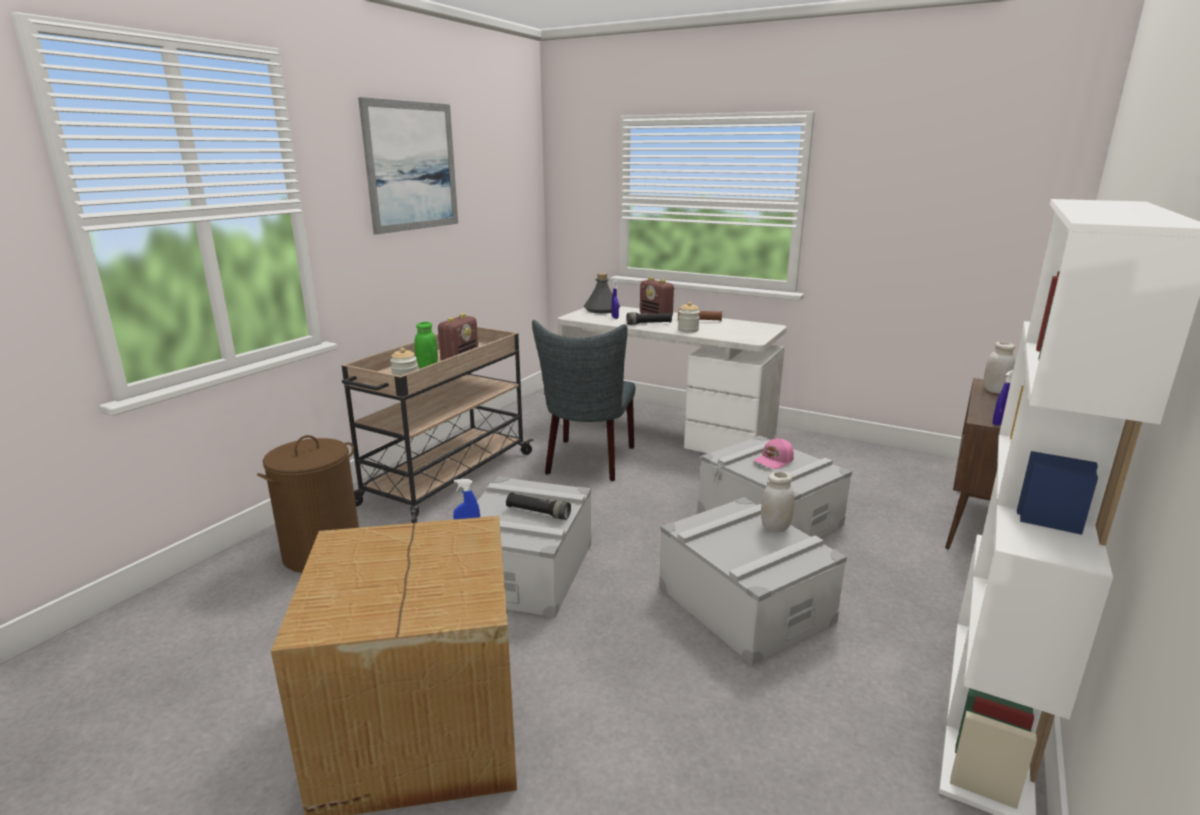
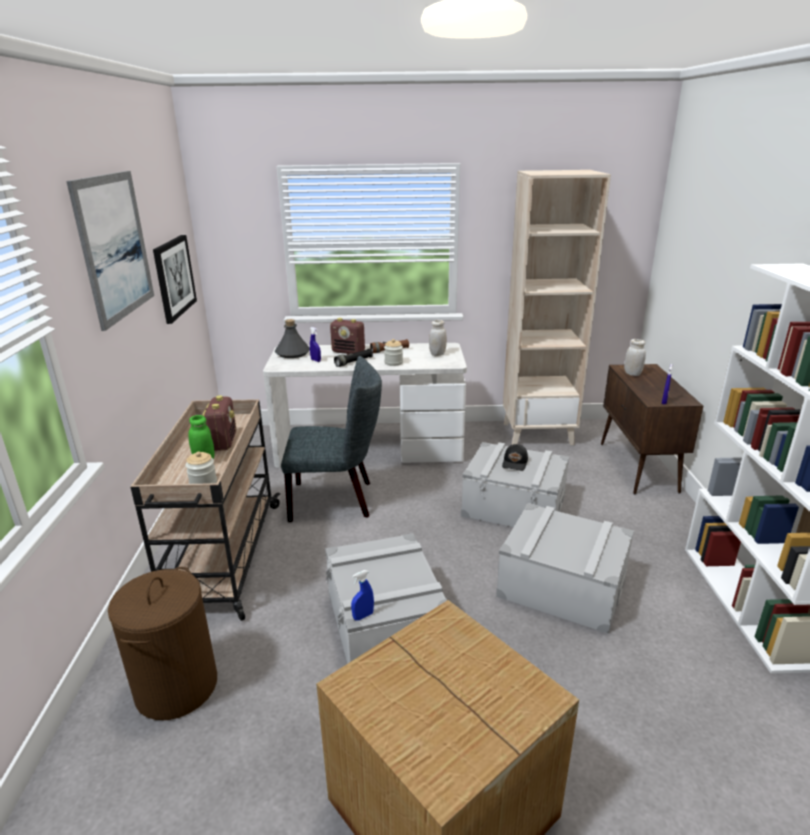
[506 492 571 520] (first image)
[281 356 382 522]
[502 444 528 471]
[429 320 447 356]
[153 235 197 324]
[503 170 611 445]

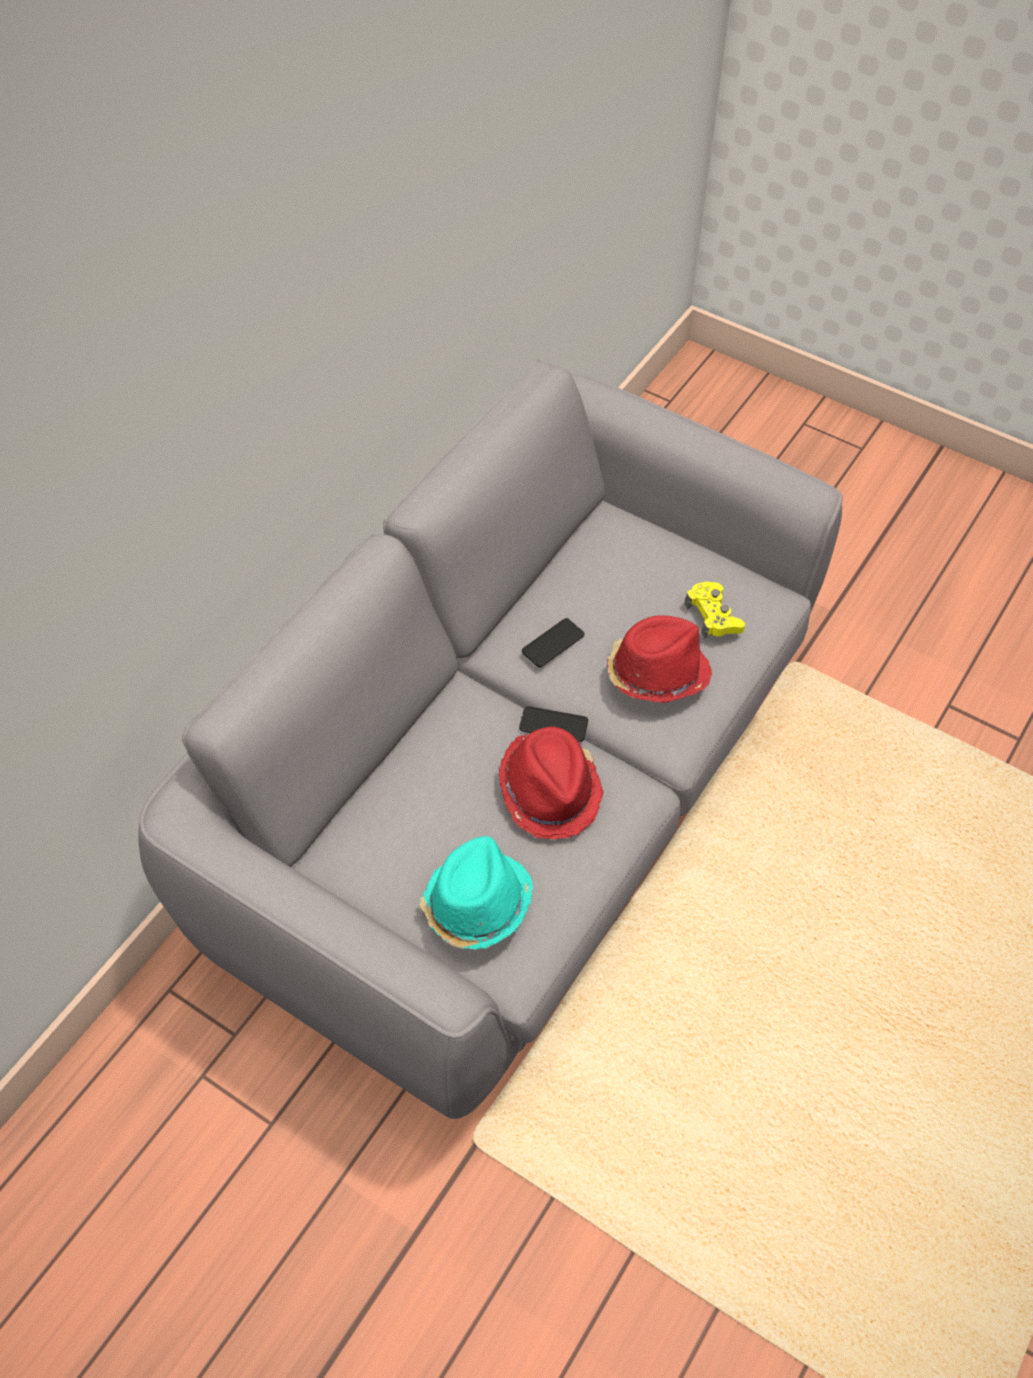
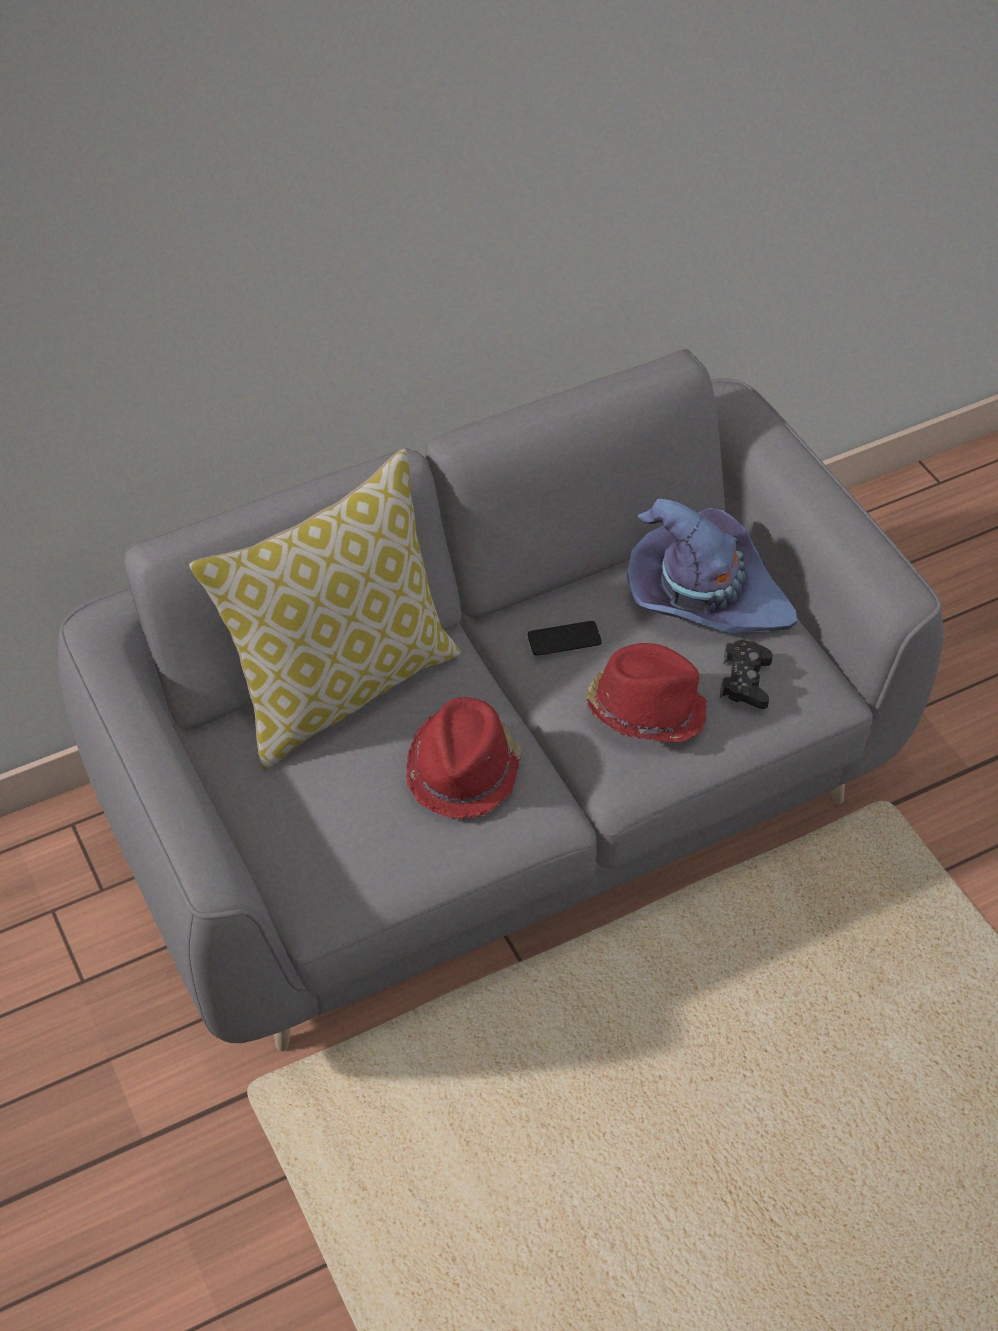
[419 836 533 950] (first image)
[519 706 588 742] (first image)
[720 640 773 709]
[189 448 461 770]
[627 499 797 634]

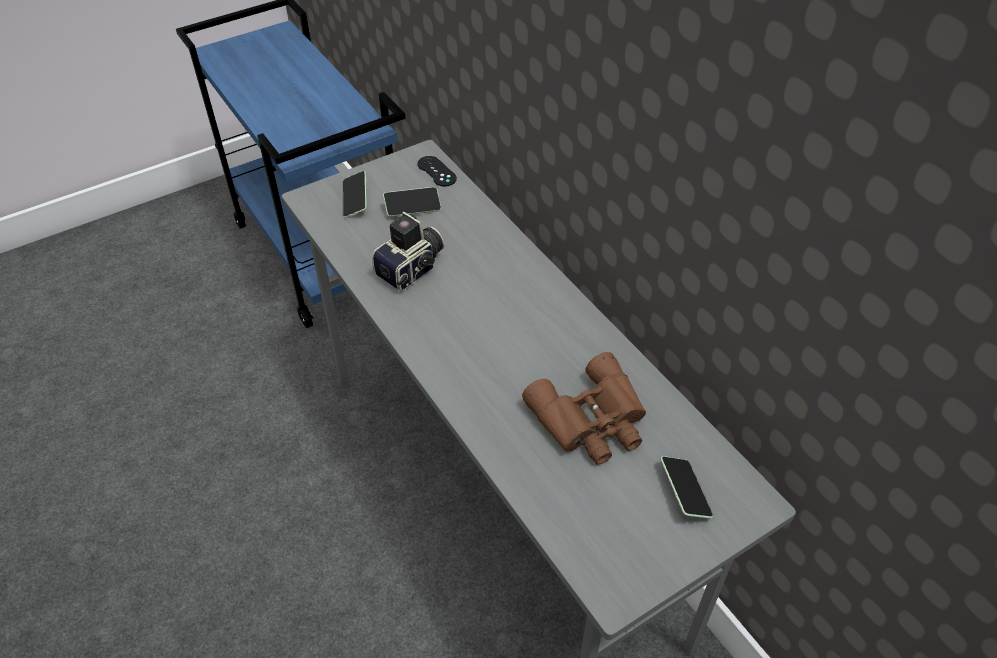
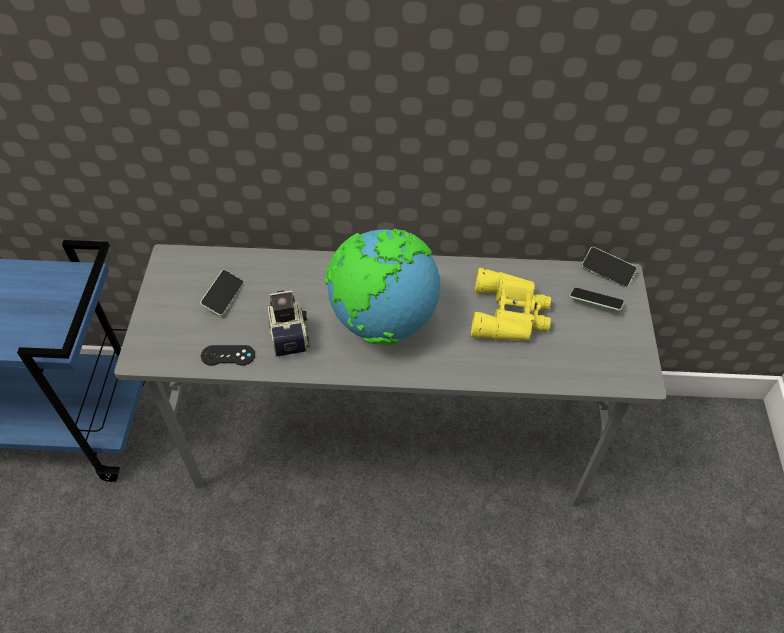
[582 247 637 288]
[201 345 255 366]
[471 268 551 340]
[325 229 440 345]

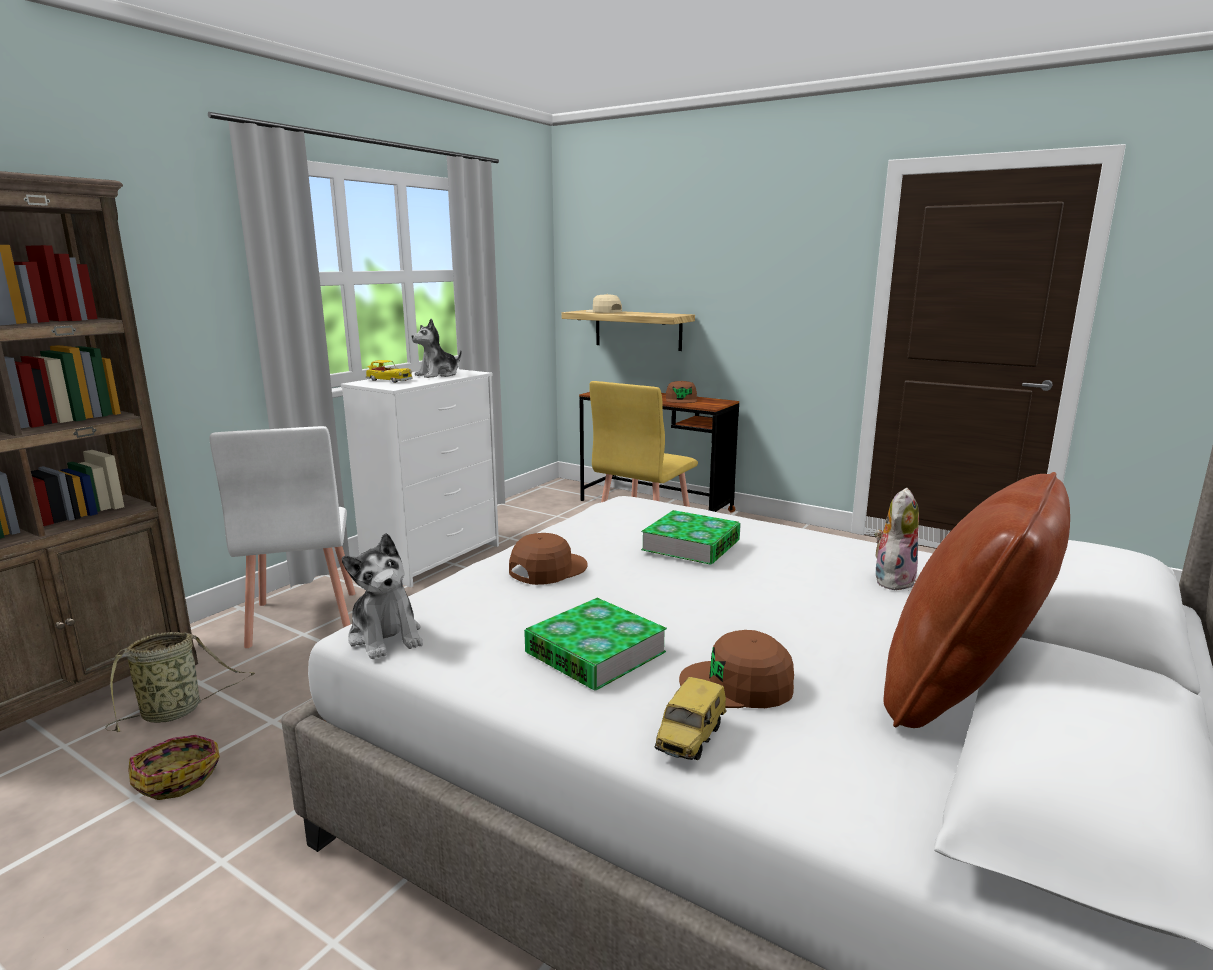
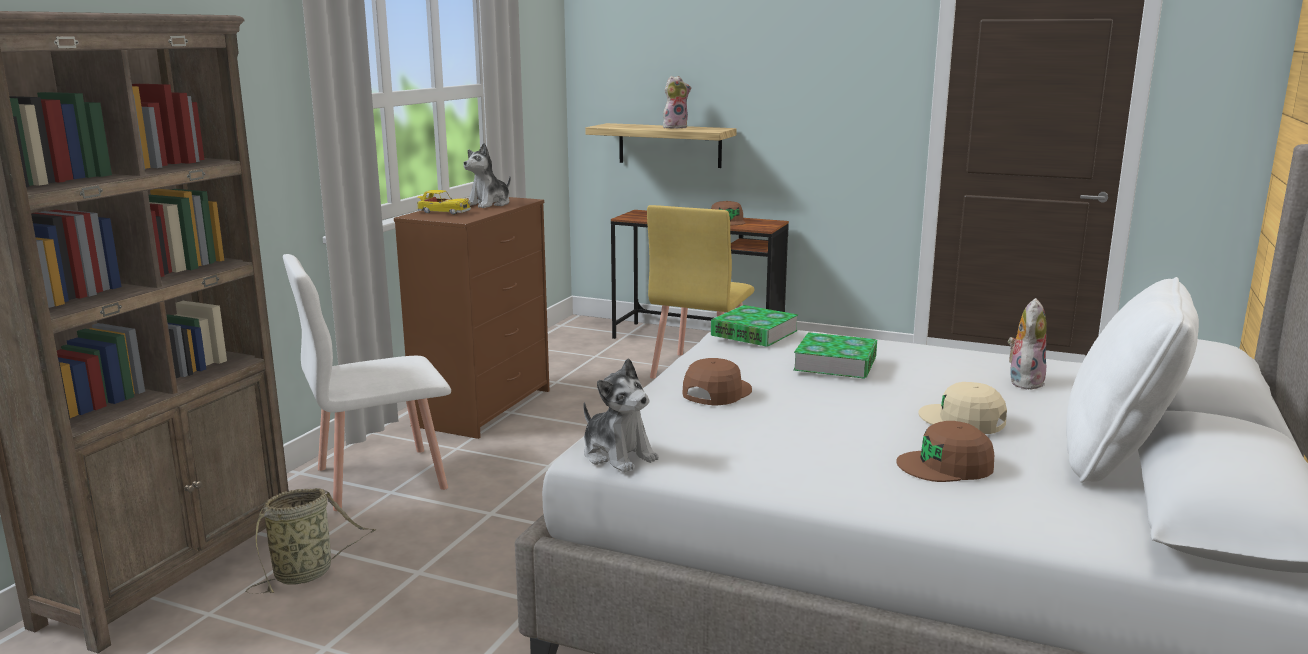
[128 735 220 800] (first image)
[283 254 451 511]
[394 197 550 439]
[711 305 798 347]
[918 382 1007 434]
[654 677 727 760] (first image)
[1066 277 1199 483]
[663 76 691 129]

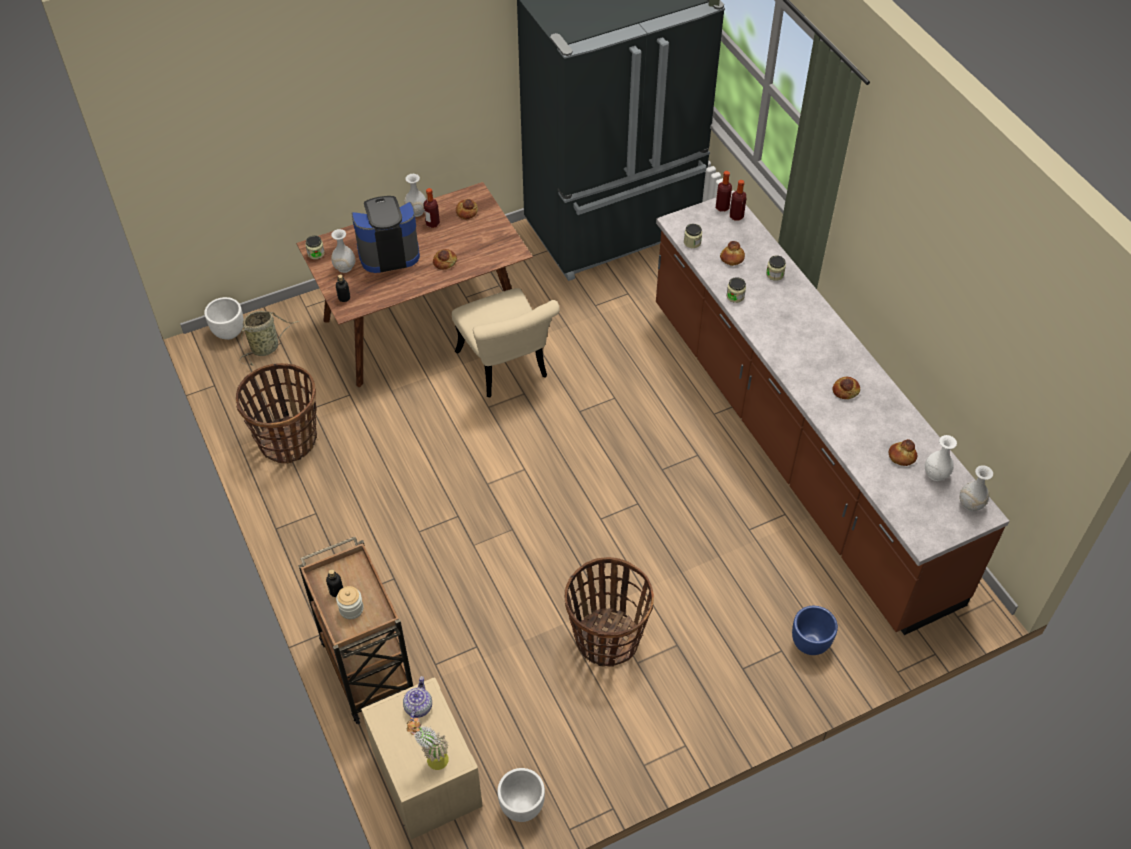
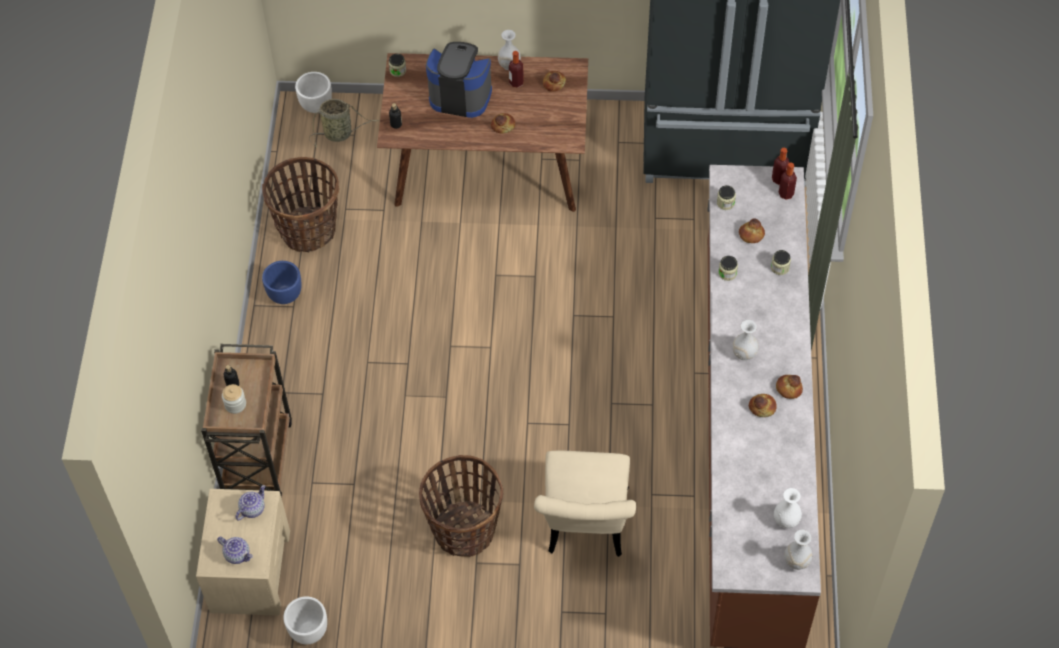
[732 320 759 361]
[217 537 253 564]
[534 450 636 557]
[262 261 301 304]
[776 375 803 399]

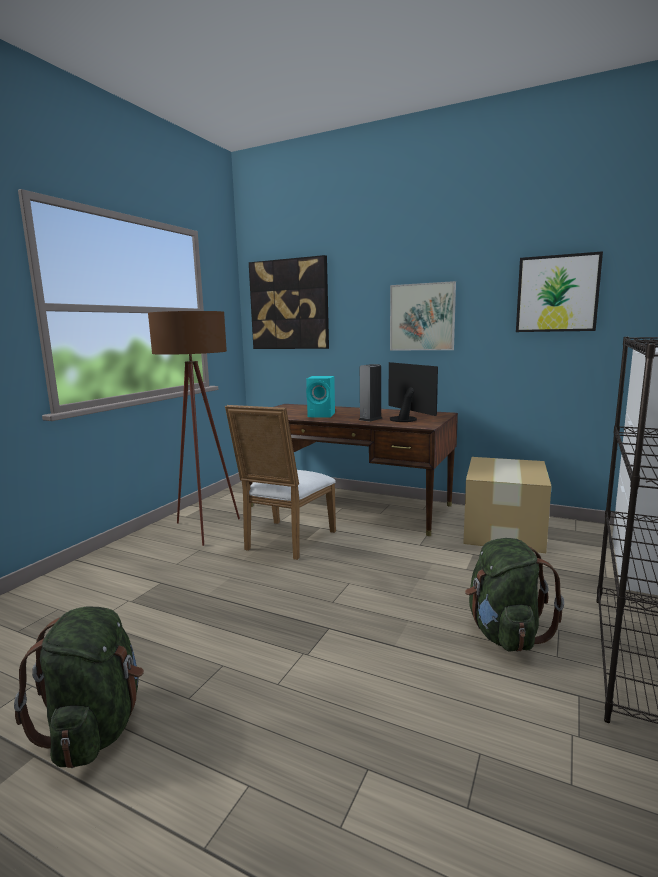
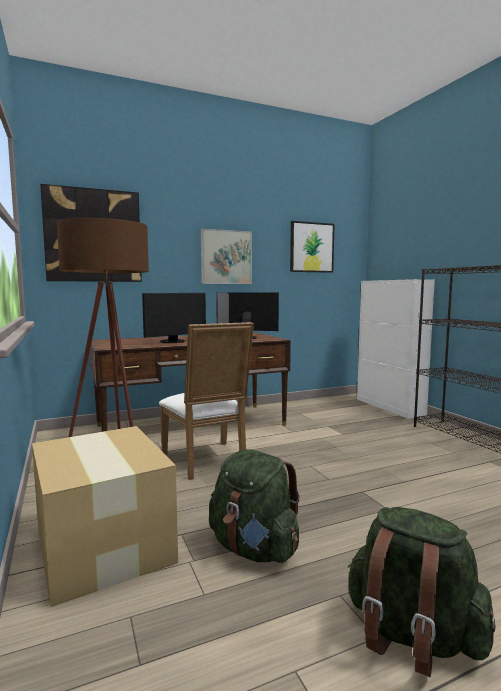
[142 293 206 343]
[32 426 178 607]
[209 449 300 563]

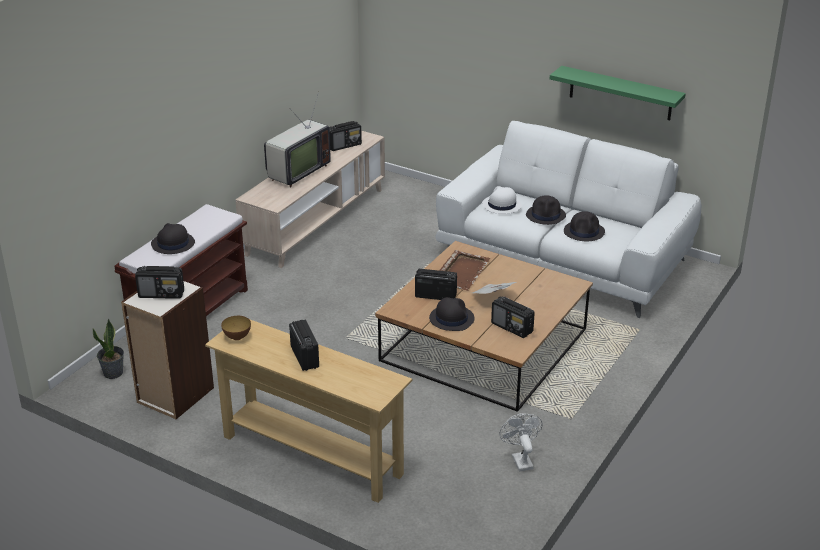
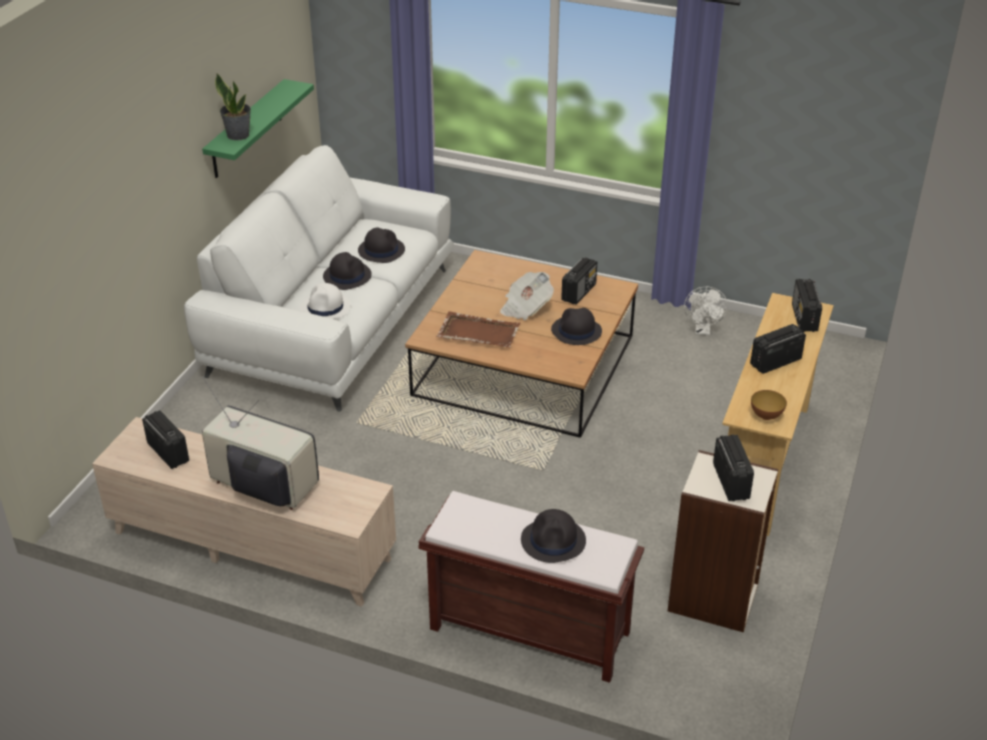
[215 73 251 140]
[792 279 822 332]
[684 287 728 335]

